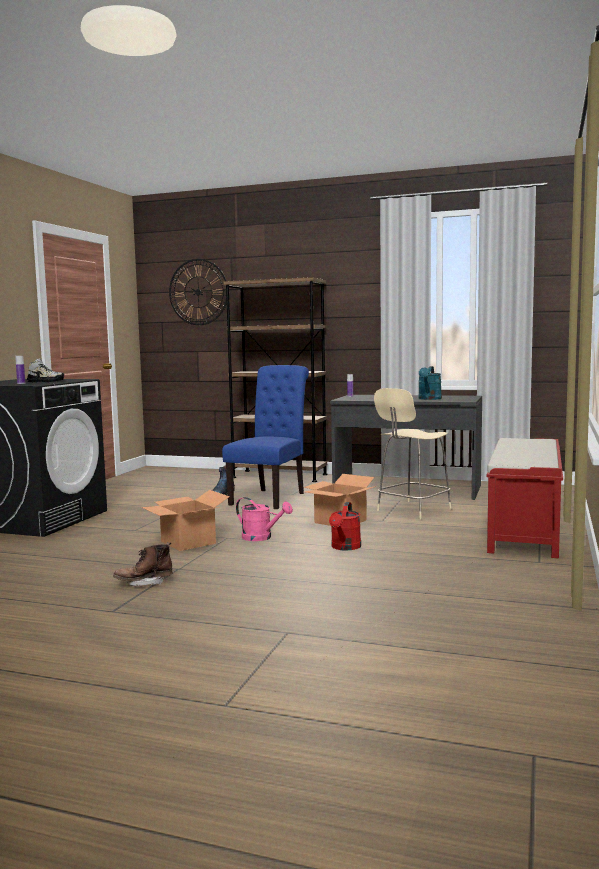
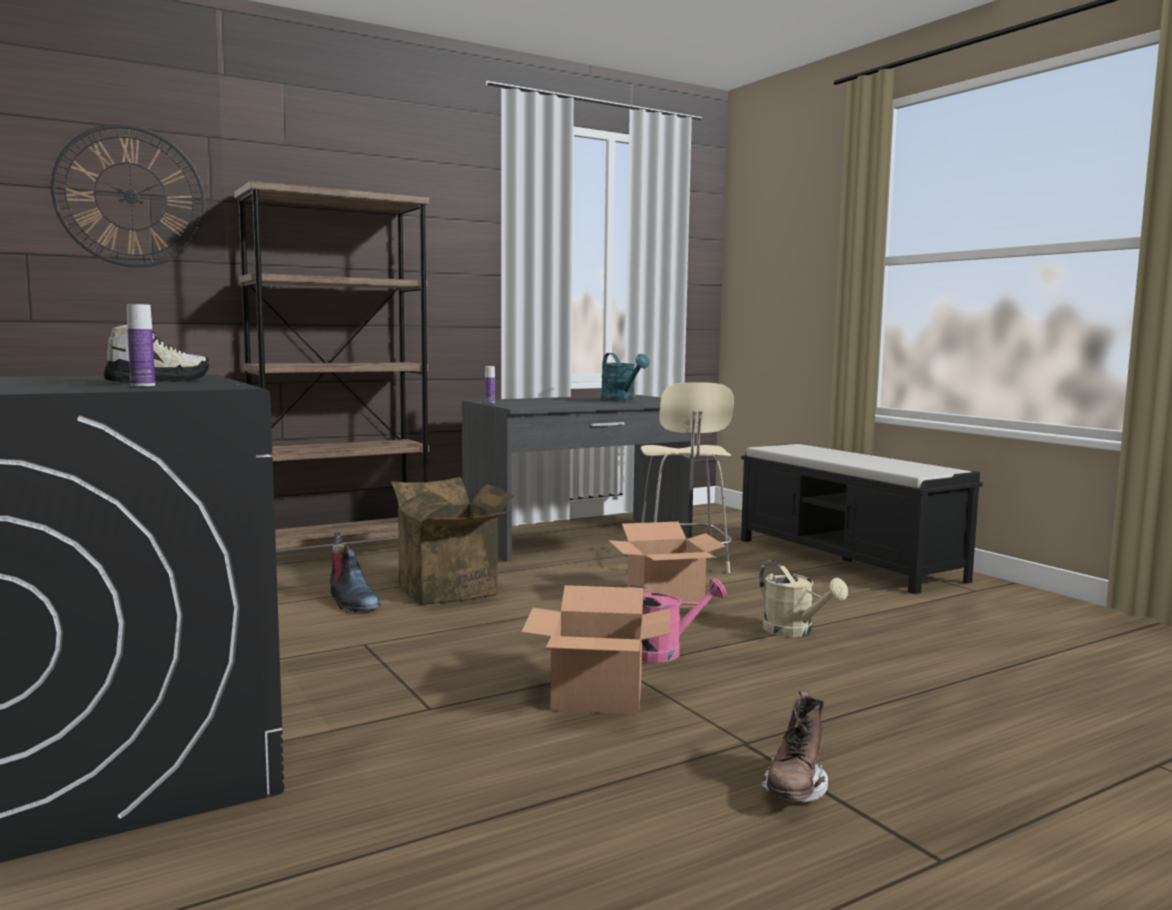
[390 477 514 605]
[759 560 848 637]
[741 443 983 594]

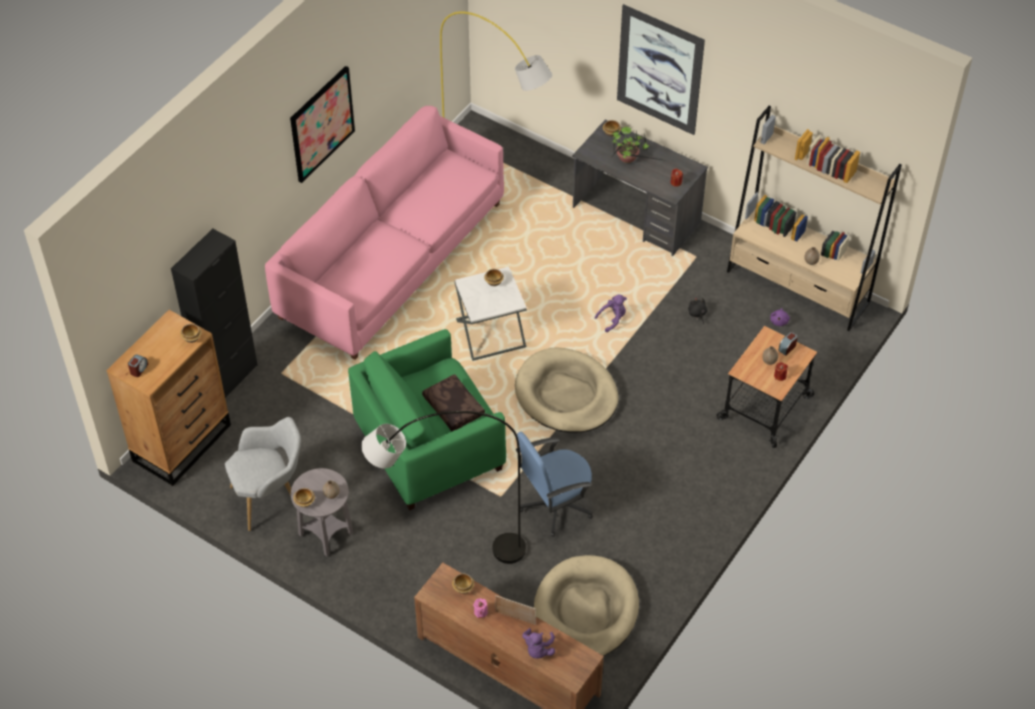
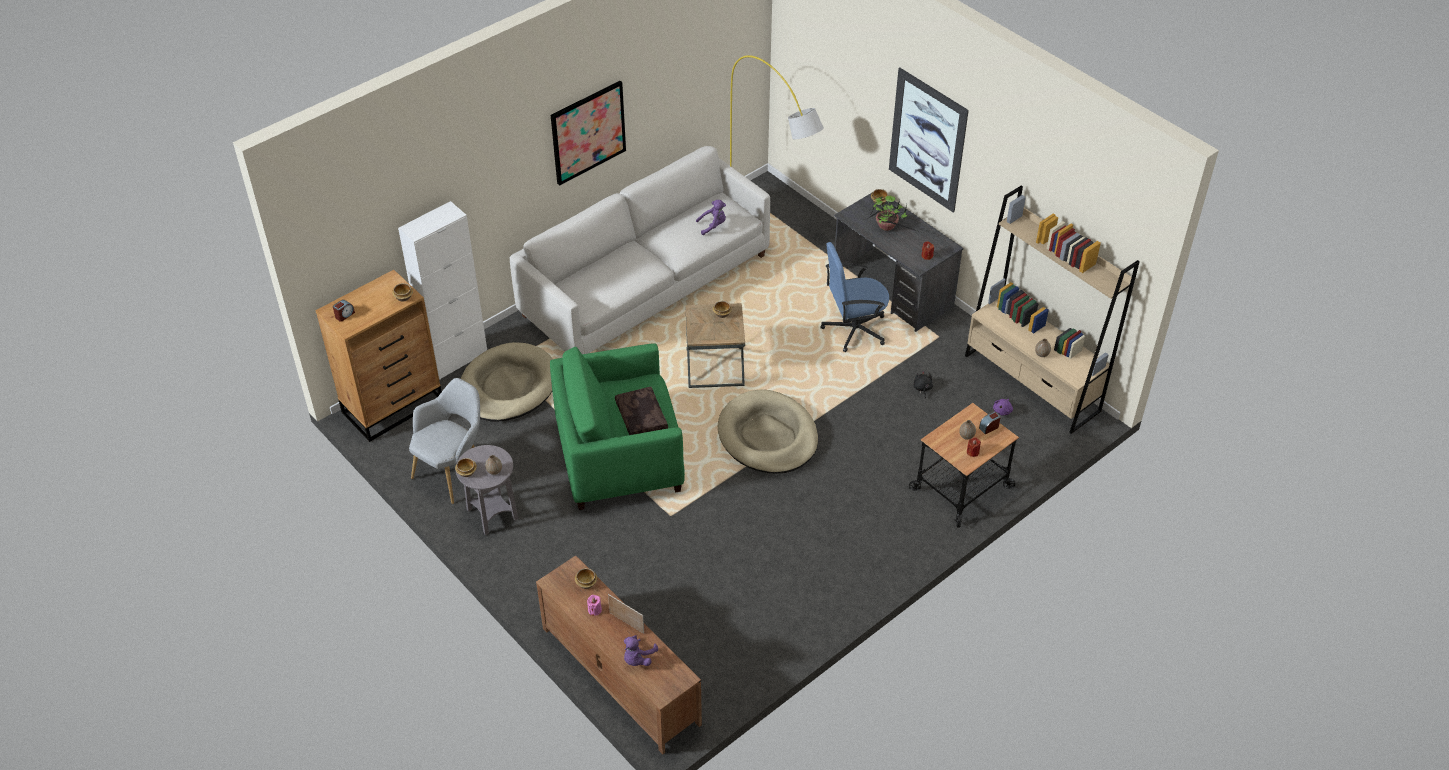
[398 201 487 380]
[409 378 480 504]
[510 146 770 354]
[361 411 526 564] (first image)
[686 303 745 388]
[820 242 889 352]
[461 342 553 422]
[696 200 726 235]

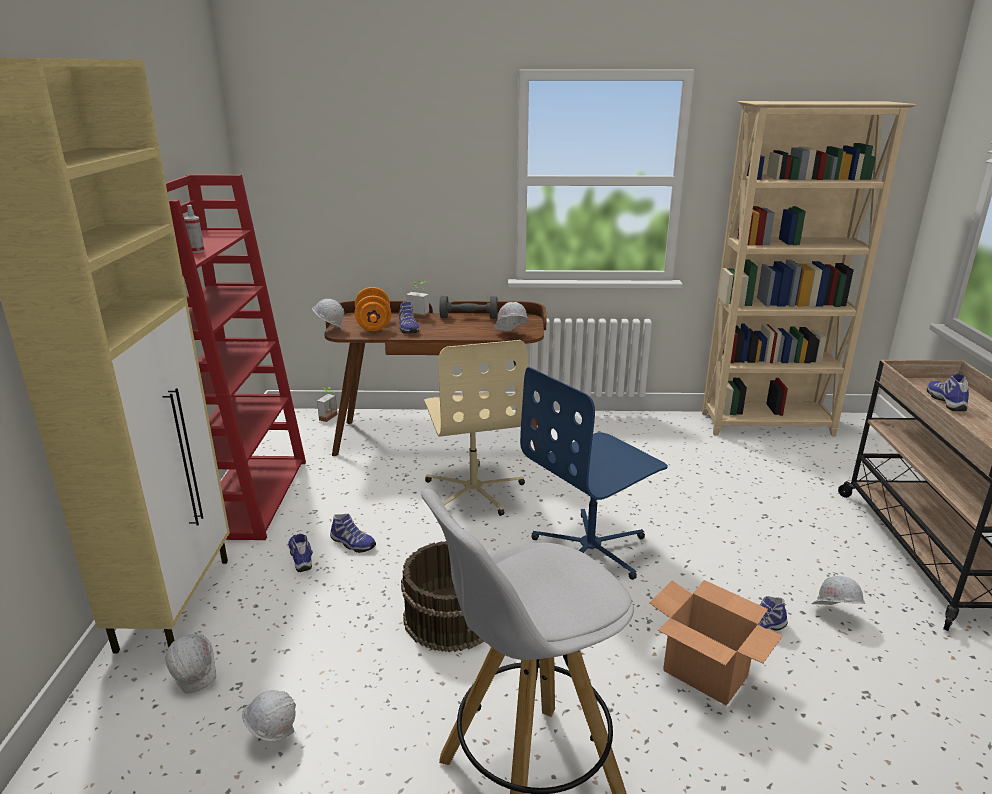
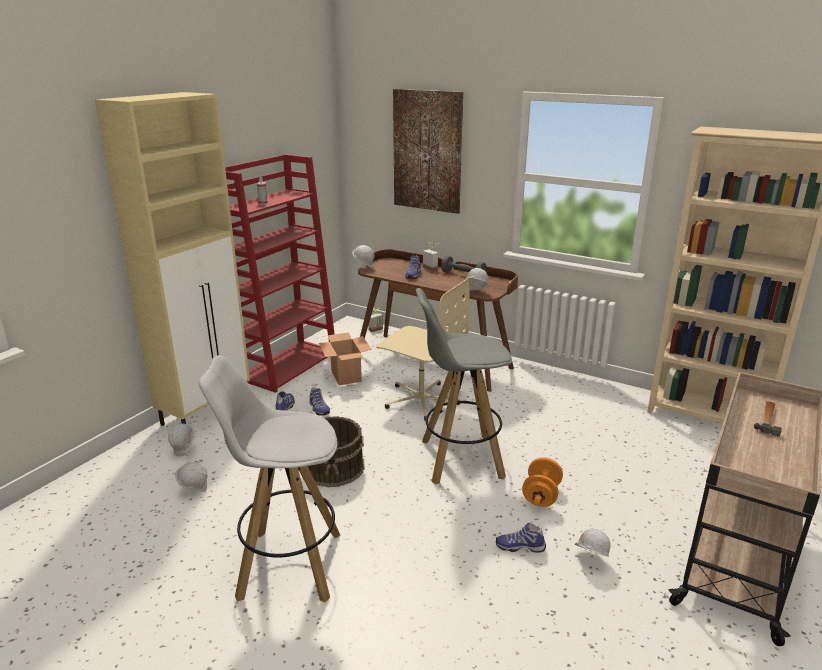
[522 457 563 507]
[376 278 470 421]
[416 288 512 485]
[319 333 372 385]
[754 401 782 437]
[393 89 463 214]

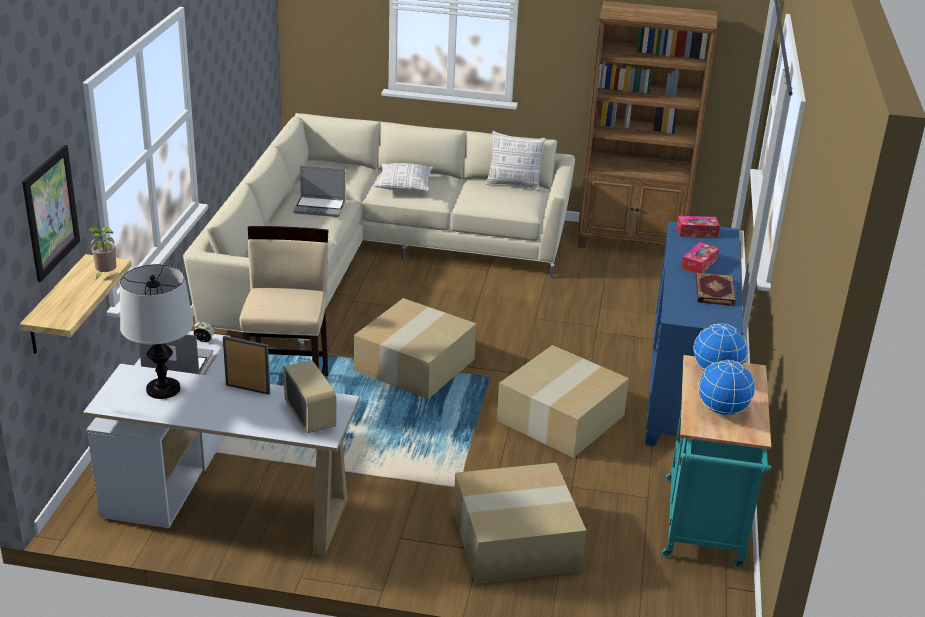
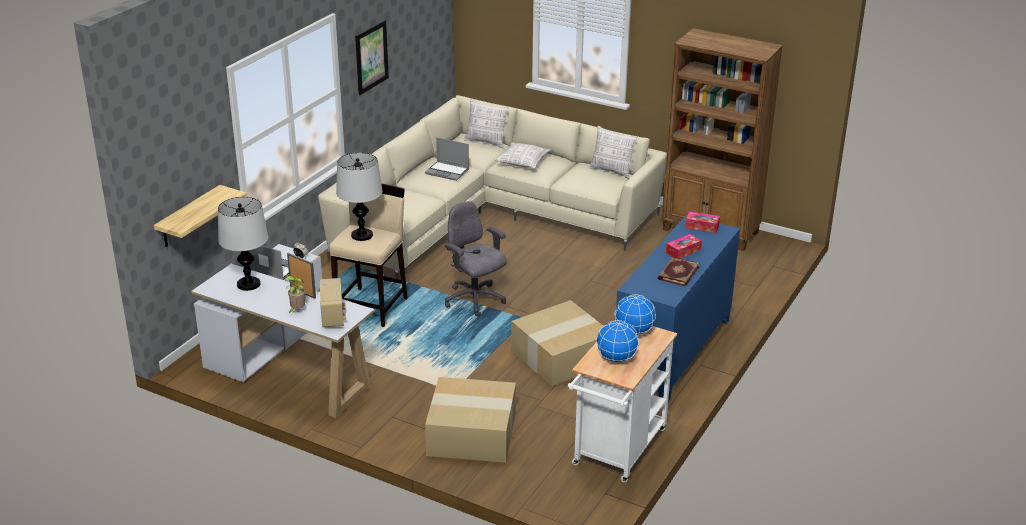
[355 20 389 95]
[285 276 305 314]
[445 201 507 317]
[568 326 677 483]
[336 153 383 241]
[464 99 509 148]

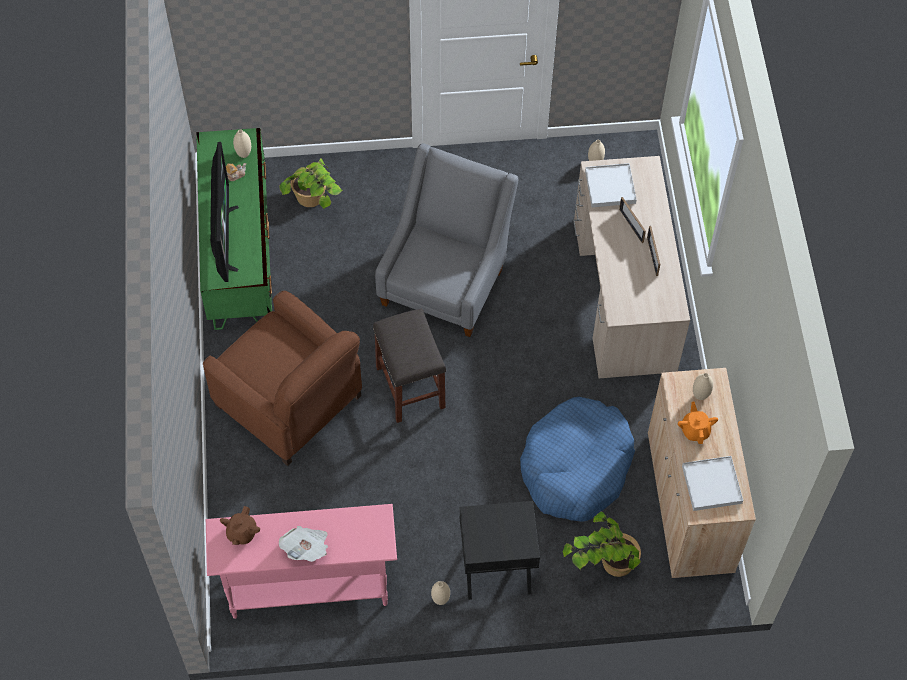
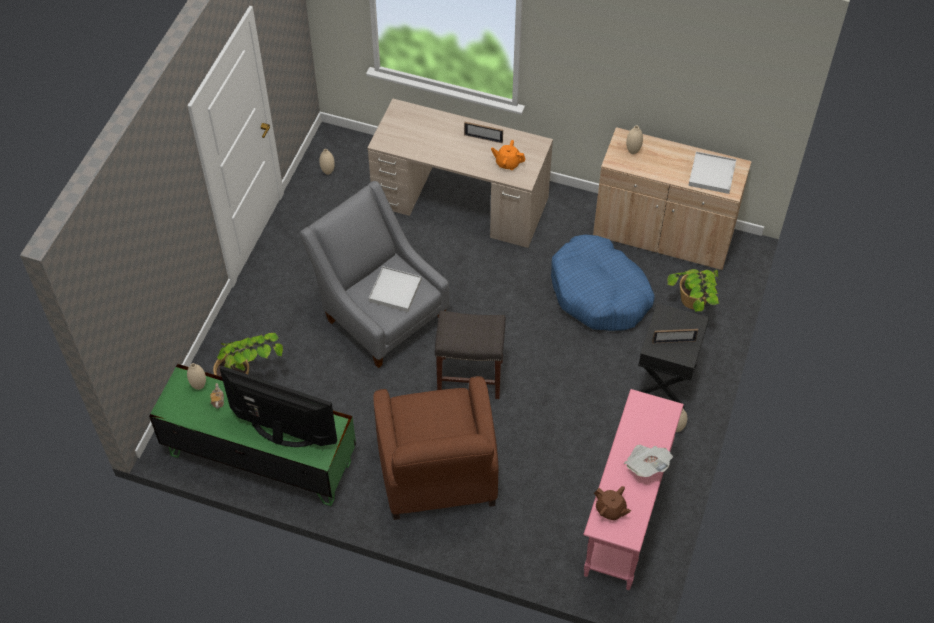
[373 376 499 520]
[369 266 422 312]
[652 329 698 343]
[491 140 525 170]

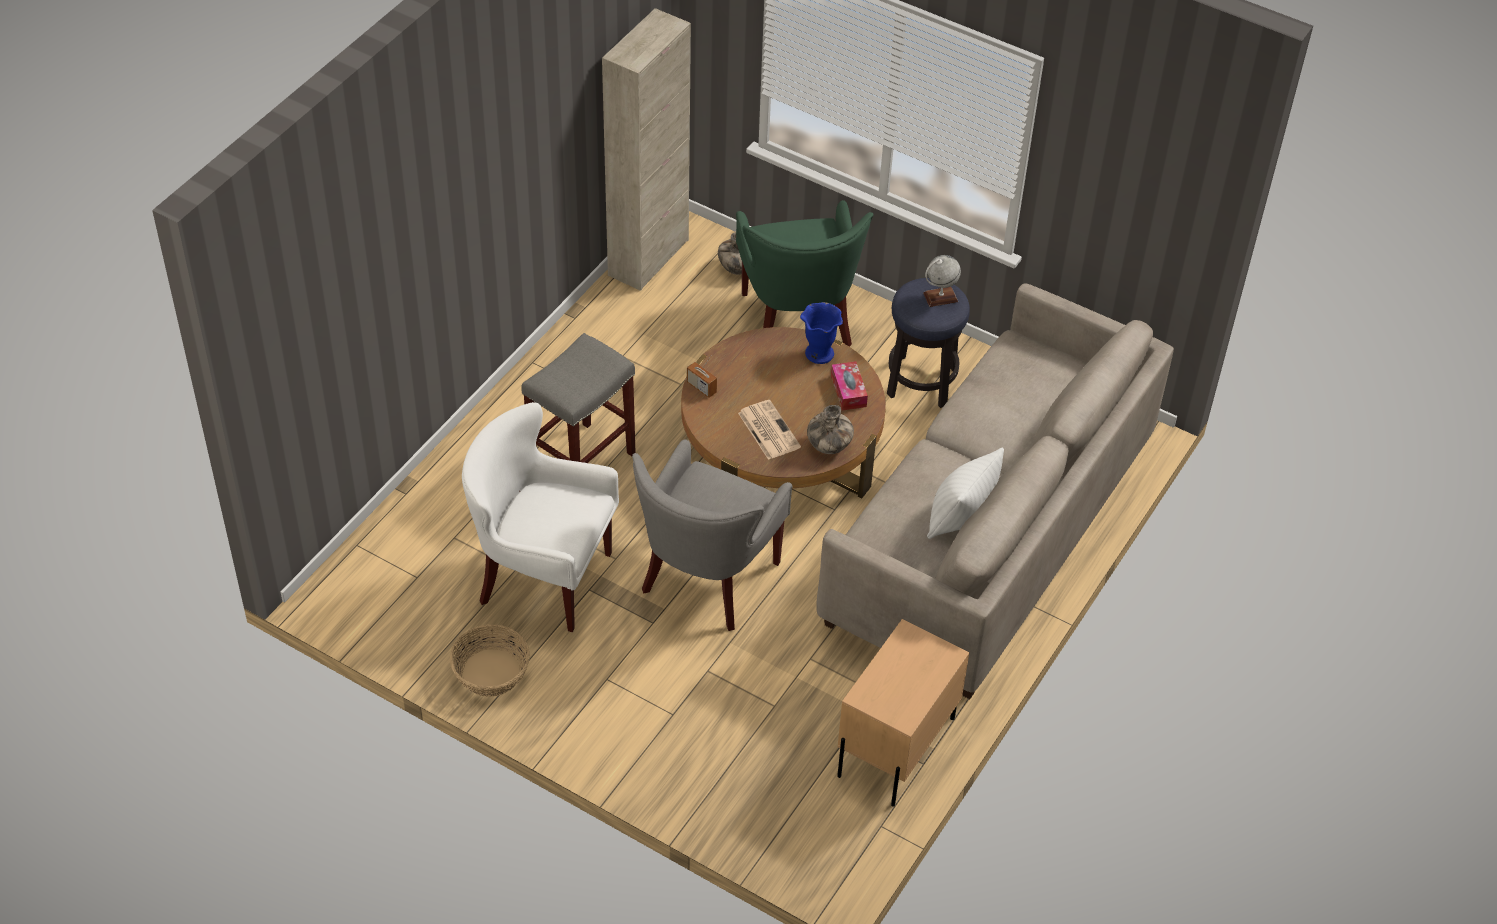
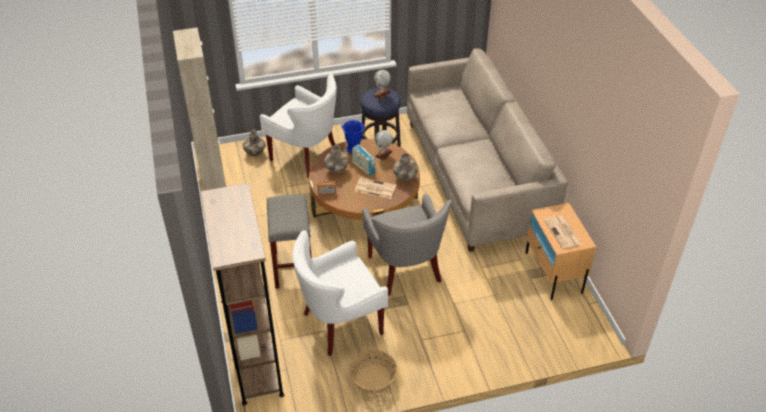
[260 73 337 178]
[375 130 393 160]
[927 447 1004 539] (first image)
[201 183 284 406]
[324 145 349 173]
[352 144 375 176]
[544 215 582 249]

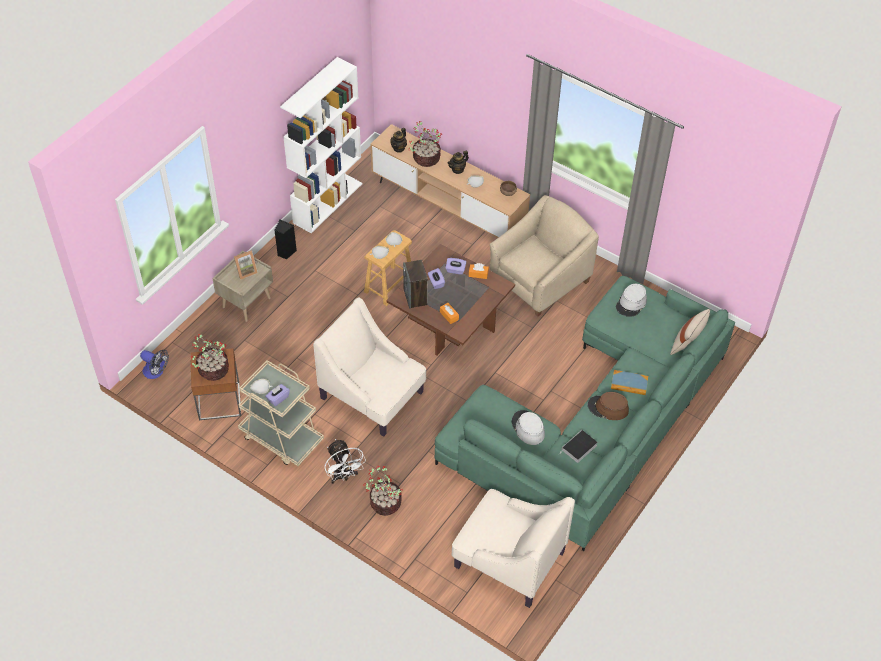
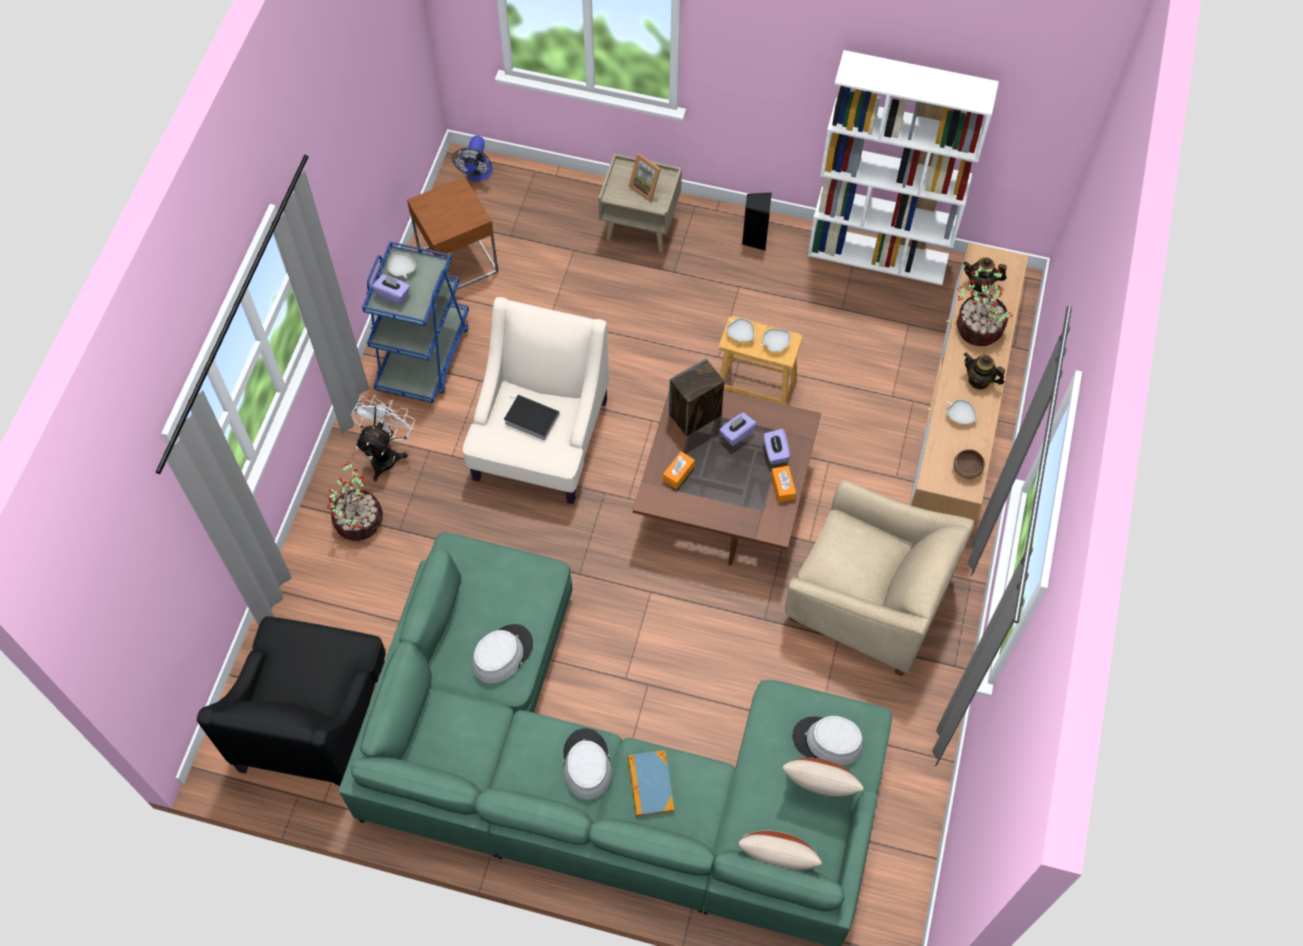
[191 334 229 381] (first image)
[362 241 469 403]
[351 395 415 481]
[197 616 386 787]
[504 394 559 440]
[563 728 612 800]
[782 757 864 797]

